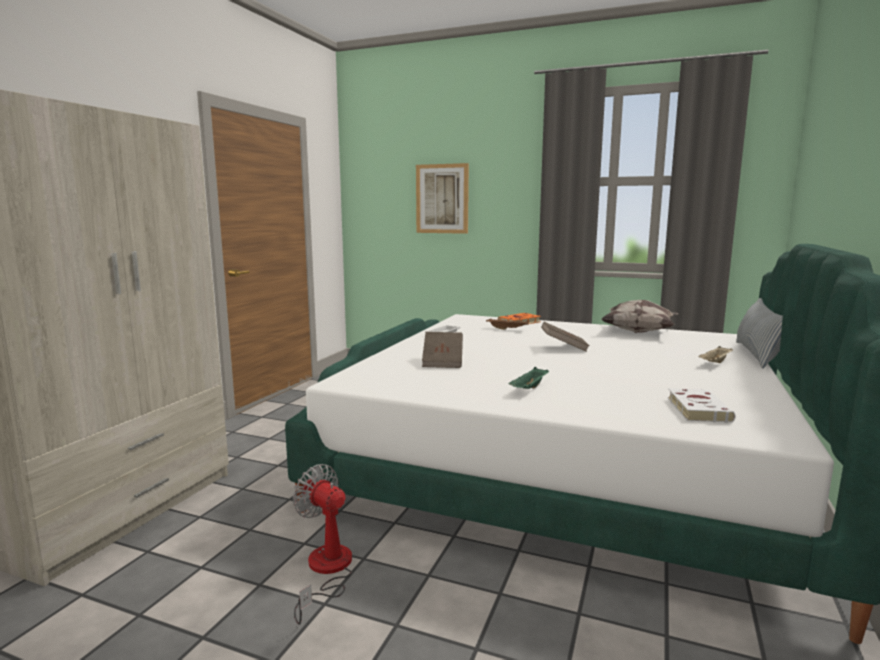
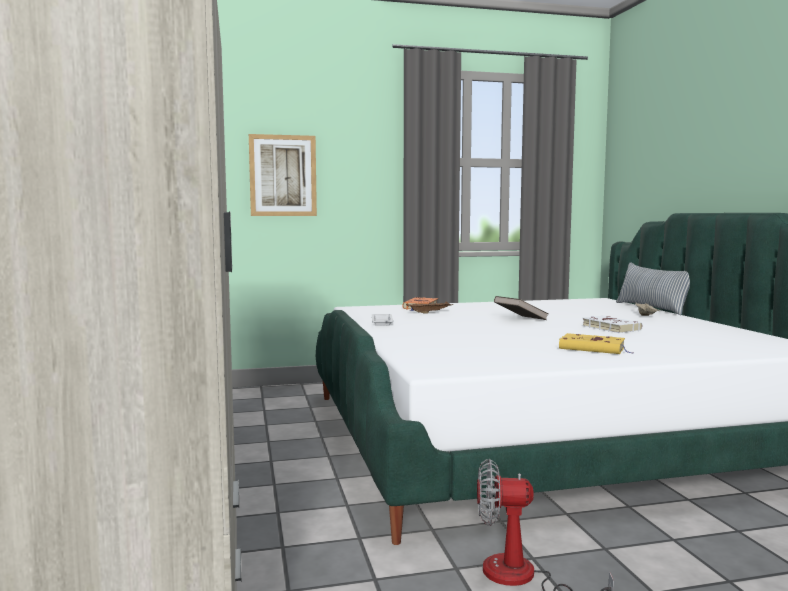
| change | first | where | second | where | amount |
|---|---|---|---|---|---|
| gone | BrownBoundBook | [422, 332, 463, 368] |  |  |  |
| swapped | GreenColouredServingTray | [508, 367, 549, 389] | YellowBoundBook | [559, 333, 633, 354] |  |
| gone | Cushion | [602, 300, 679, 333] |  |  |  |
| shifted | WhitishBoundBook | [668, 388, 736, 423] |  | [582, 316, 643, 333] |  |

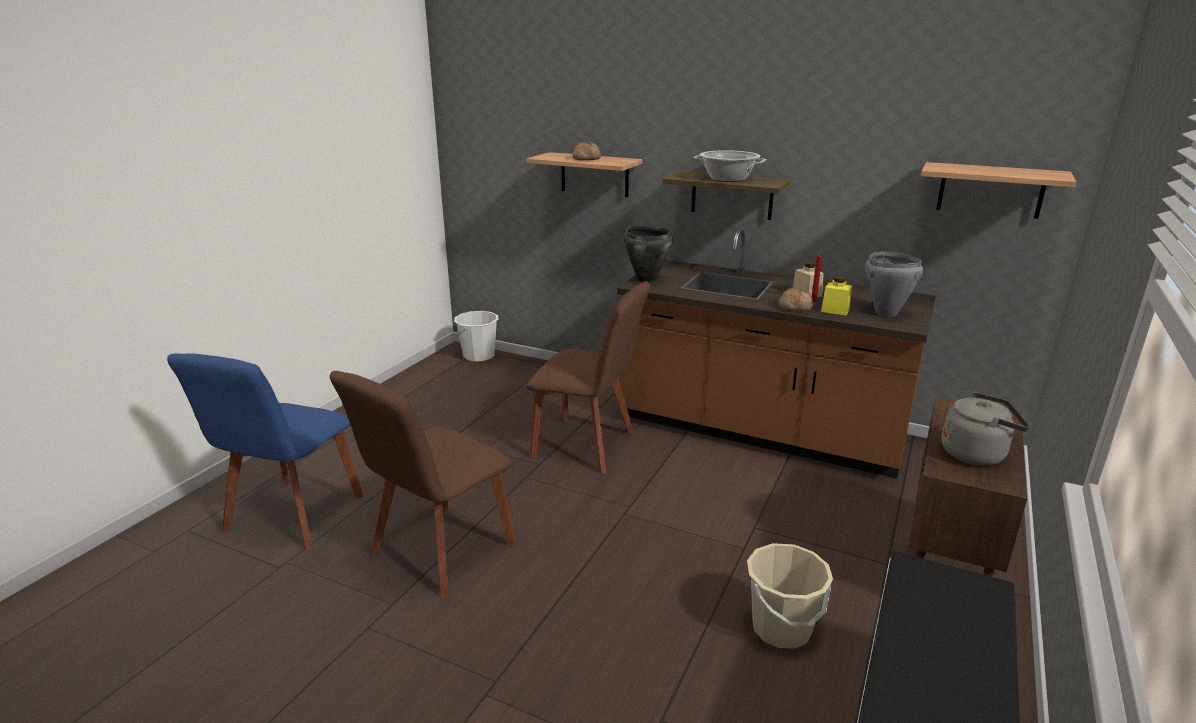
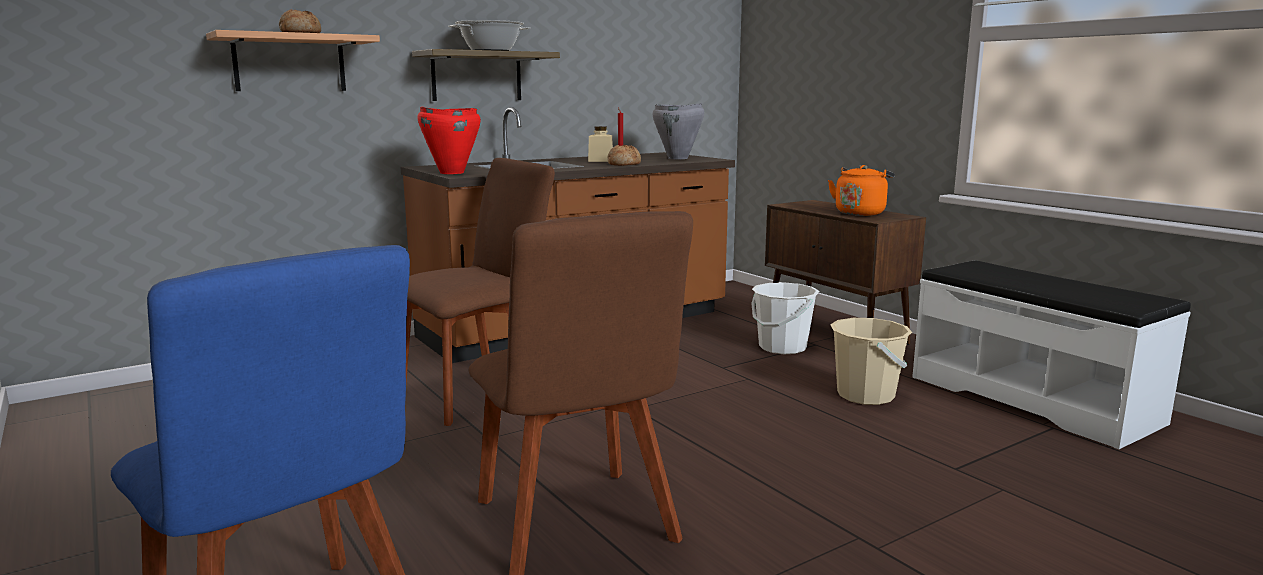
| change | first | where | second | where | amount |
|---|---|---|---|---|---|
| shifted | WhitishBucket | [454, 311, 498, 362] |  | [751, 282, 819, 354] |  |
| repainted | BlackishStockpot | [623, 225, 673, 282] | RedStockpot | [417, 107, 481, 174] |  |
| gone | YellowStorageJar | [821, 276, 852, 316] |  |  |  |
| gone | WallShelf | [921, 162, 1076, 219] |  |  |  |
| repainted | GreyTeaKettle | [941, 392, 1029, 466] | OrangeTeaKettle | [828, 165, 895, 216] |  |

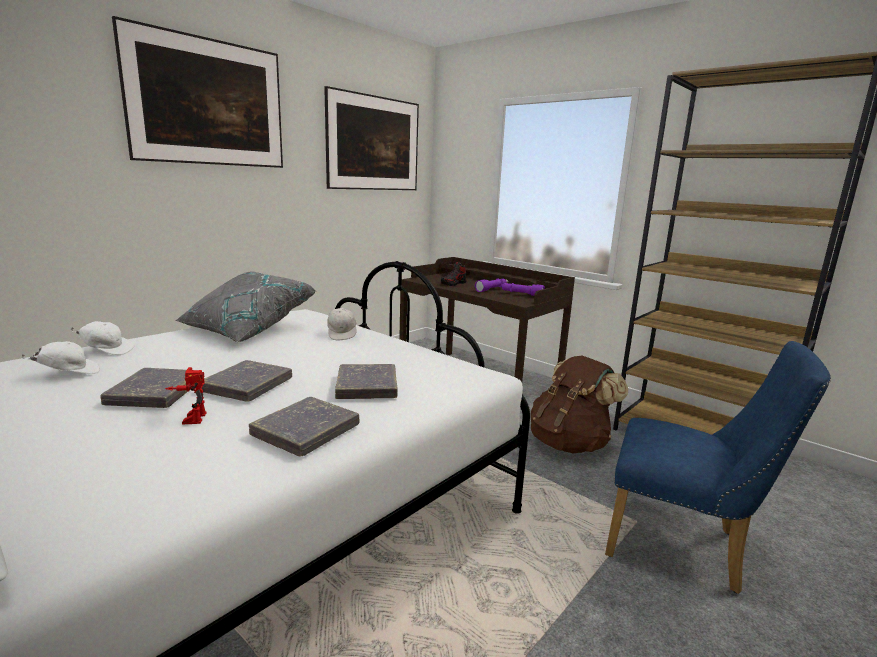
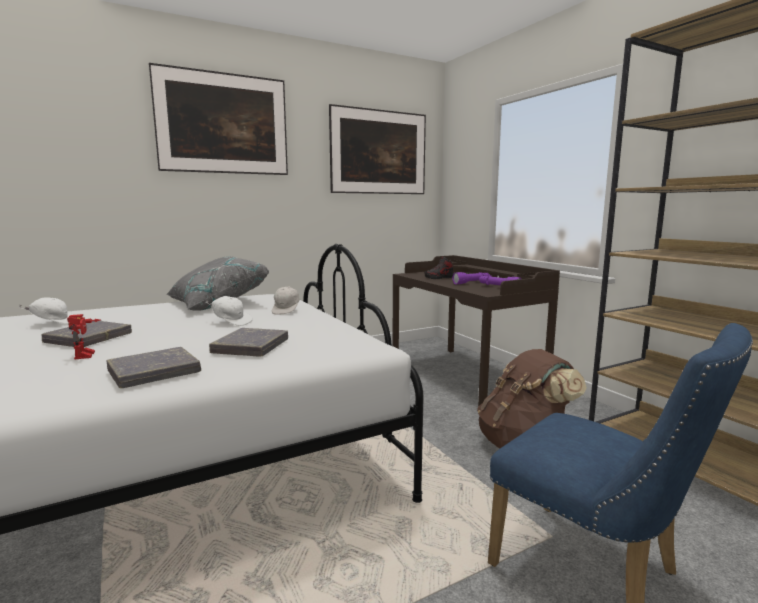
| change | first | where | second | where | amount |
|---|---|---|---|---|---|
| shifted | WhitishPeakedCap | [70, 321, 134, 355] |  | [206, 296, 253, 326] |  |
| rotated | ModelRobot | [165, 367, 207, 425] |  | [67, 314, 101, 359] | 150 degrees clockwise |
| gone | GreyBoundBook | [201, 360, 292, 402] |  |  |  |

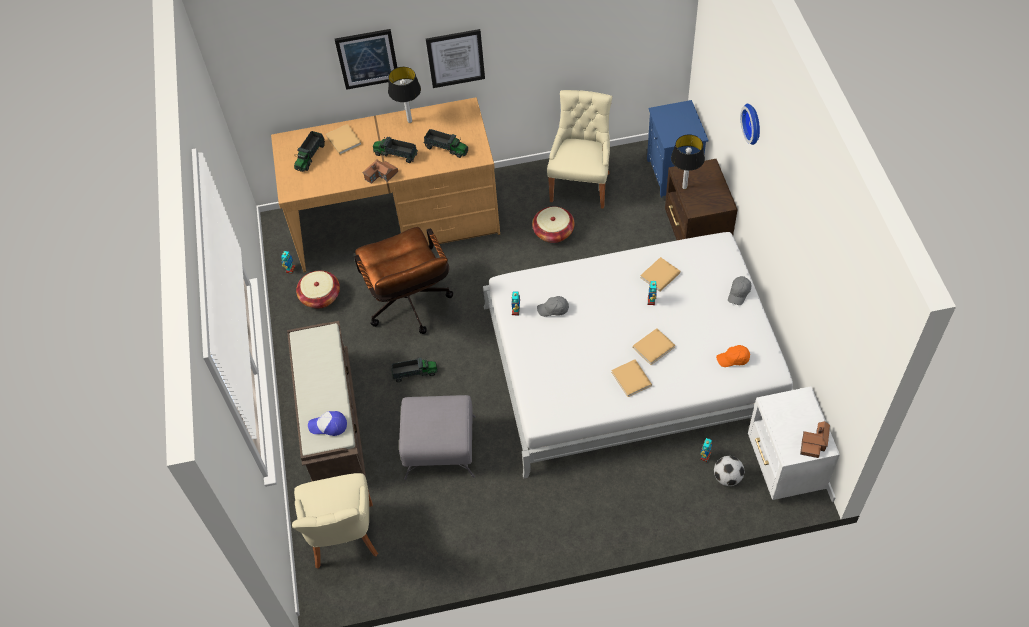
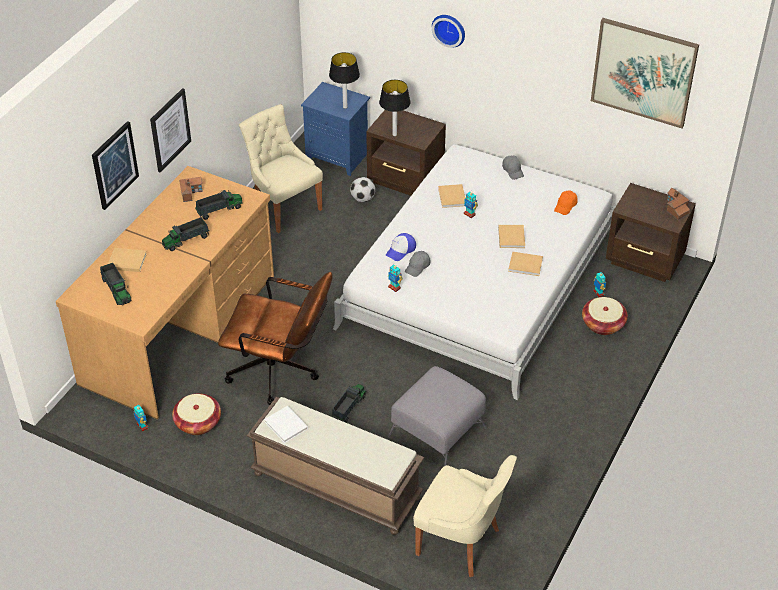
| change | first | where | second | where | amount |
|---|---|---|---|---|---|
| shifted | PeakedCap | [308, 411, 347, 436] |  | [386, 233, 416, 261] |  |
| shifted | ToyHouse | [362, 160, 398, 184] |  | [179, 177, 203, 202] |  |
| shifted | TabletopLamp | [388, 67, 421, 123] |  | [329, 52, 360, 109] |  |
| shifted | Basket | [532, 207, 575, 243] |  | [582, 297, 628, 335] |  |
| shifted | Football | [714, 456, 745, 486] |  | [350, 177, 375, 202] |  |
| repainted | WhitishNightTable | [748, 386, 840, 500] | BrownNightTable | [606, 183, 696, 282] |  |
| new |  |  | WhitishBoundBook | [264, 406, 308, 443] |  |
| new |  |  | Picture | [591, 18, 699, 128] |  |

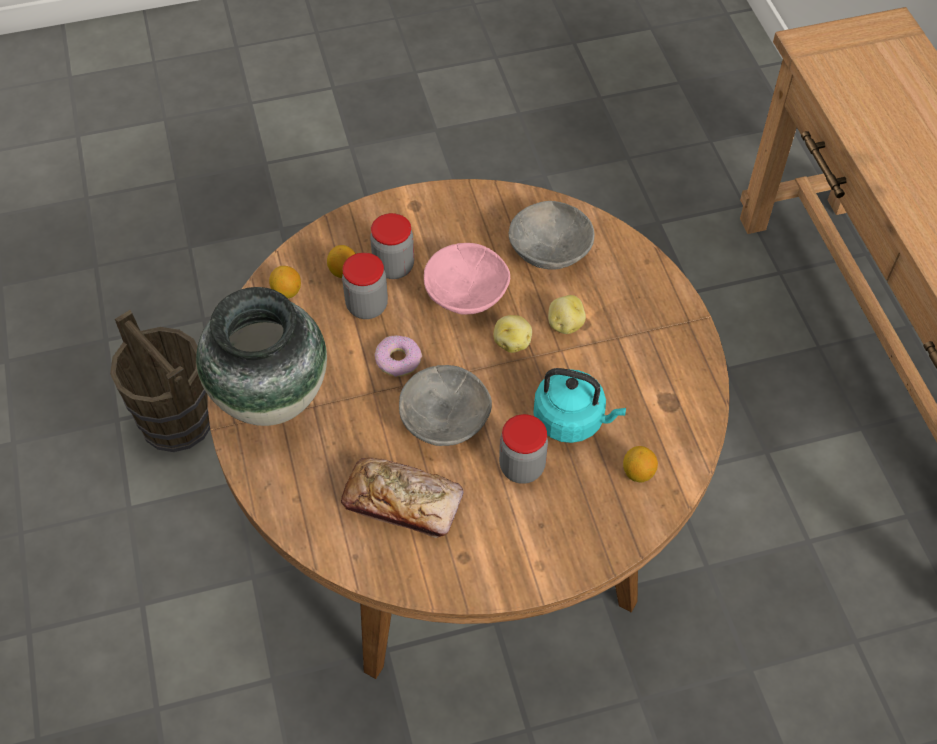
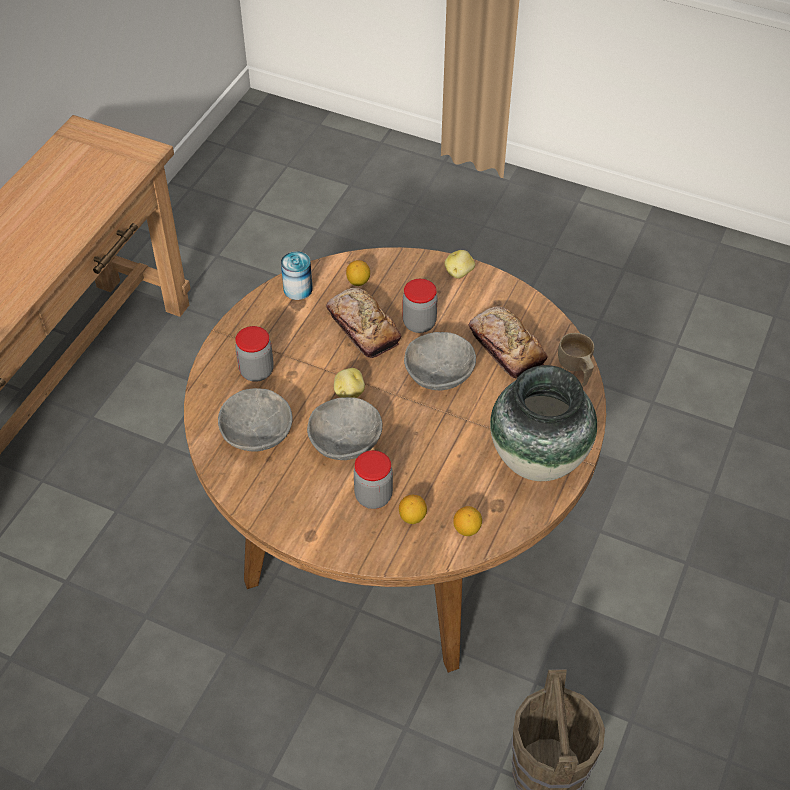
| change | first | where | second | where | amount |
|---|---|---|---|---|---|
| shifted | StorageJar | [342, 253, 388, 319] |  | [235, 326, 274, 382] |  |
| gone | Donut | [374, 335, 422, 377] |  |  |  |
| repainted | PinkDeepDish | [424, 243, 510, 315] | GreyDeepDish | [307, 397, 382, 460] |  |
| swapped | TurquoiseColouredTeaKettle | [533, 368, 626, 443] | Bread | [326, 288, 401, 358] |  |
| shifted | Potato | [548, 295, 586, 334] |  | [445, 250, 475, 278] |  |
| new |  |  | MetalCan | [281, 251, 313, 300] |  |
| new |  |  | SandColouredCup | [558, 333, 594, 387] |  |

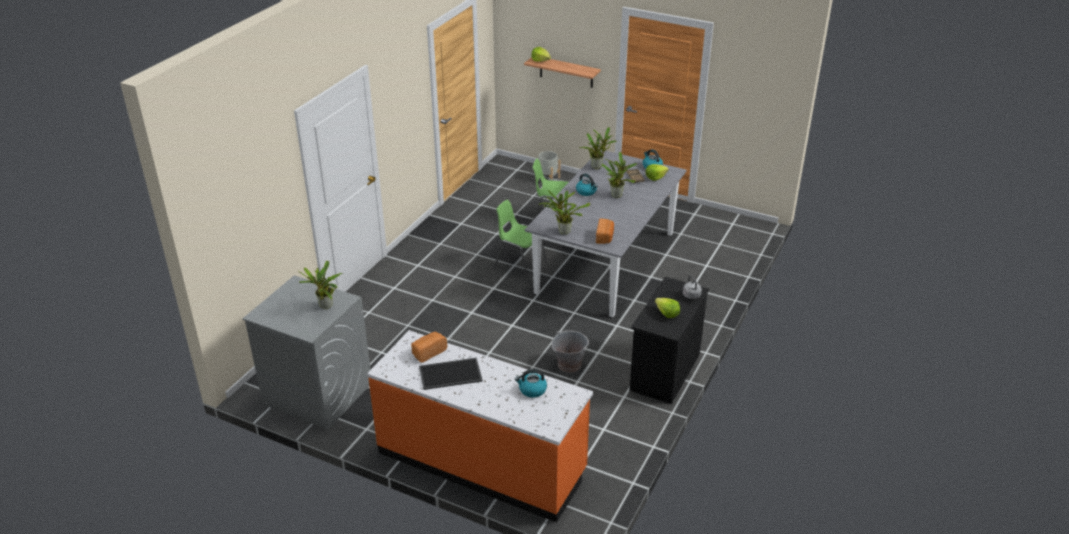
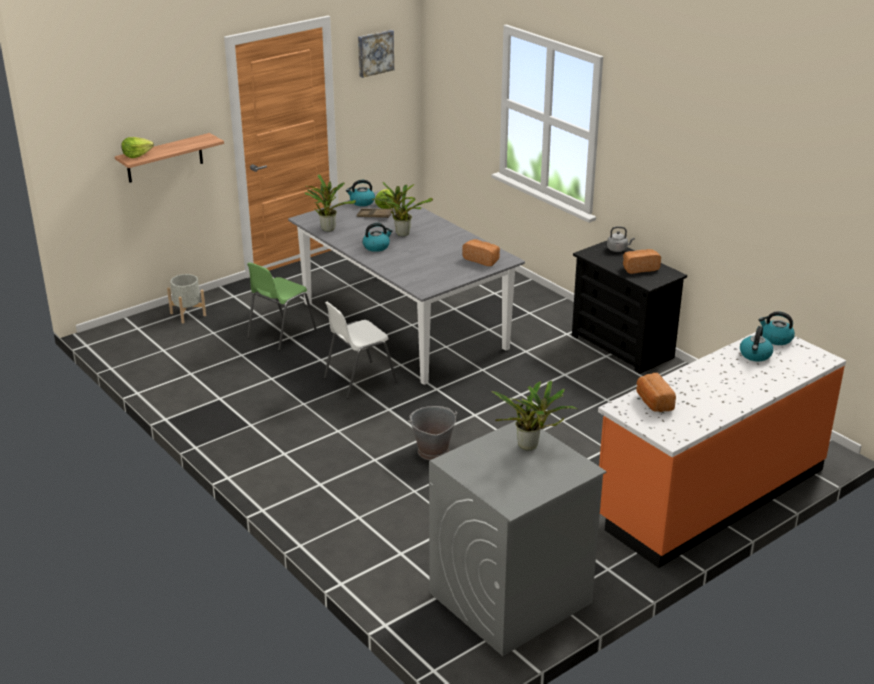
| change | first | where | second | where | amount |
|---|---|---|---|---|---|
| gone | ServingTray | [419, 358, 483, 390] |  |  |  |
| repainted | GreenColouredPlainChair | [494, 200, 547, 282] | WhitishPlainChair | [324, 301, 398, 399] |  |
| gone | Houseplant | [538, 190, 590, 235] |  |  |  |
| shifted | GreyBucket | [552, 330, 589, 373] |  | [408, 406, 457, 460] |  |
| swapped | HeadOfLettuce | [655, 298, 680, 318] | Bread | [623, 249, 661, 274] |  |
| new |  |  | Picture | [358, 30, 394, 78] |  |
| new |  |  | TeaKettle | [759, 311, 795, 345] |  |

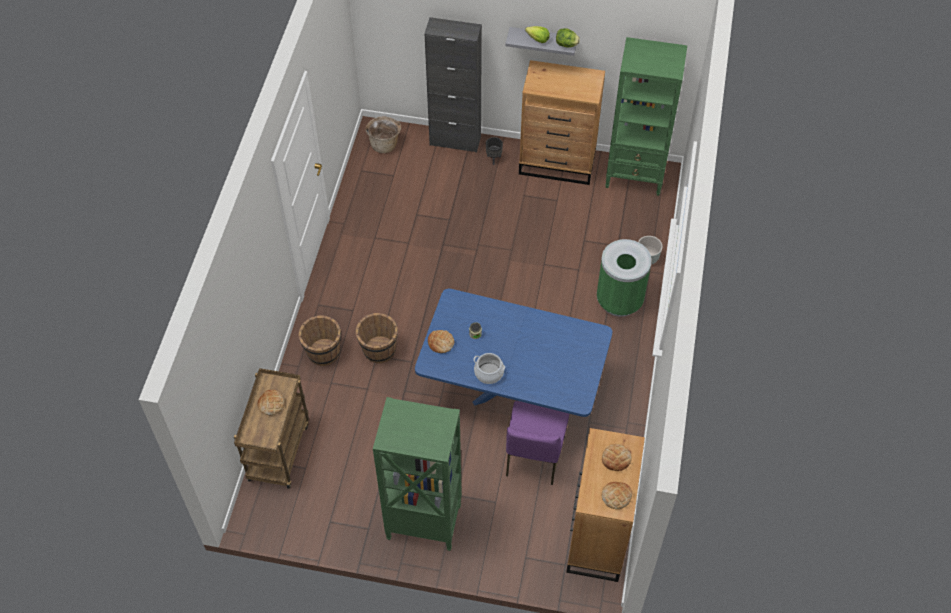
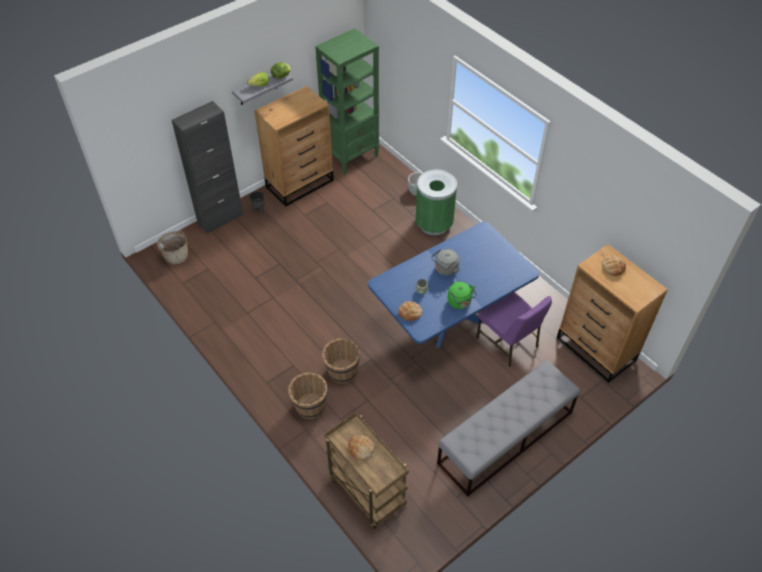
| change | first | where | second | where | amount |
|---|---|---|---|---|---|
| swapped | GreenColouredBookcase | [373, 397, 462, 551] | GreyBench | [437, 360, 580, 496] |  |
| swapped | Stockpot | [473, 353, 505, 384] | GreenColouredTeaKettle | [447, 282, 477, 309] |  |
| gone | Bread | [602, 482, 632, 509] |  |  |  |
| new |  |  | GreyTeaKettle | [431, 249, 460, 276] |  |

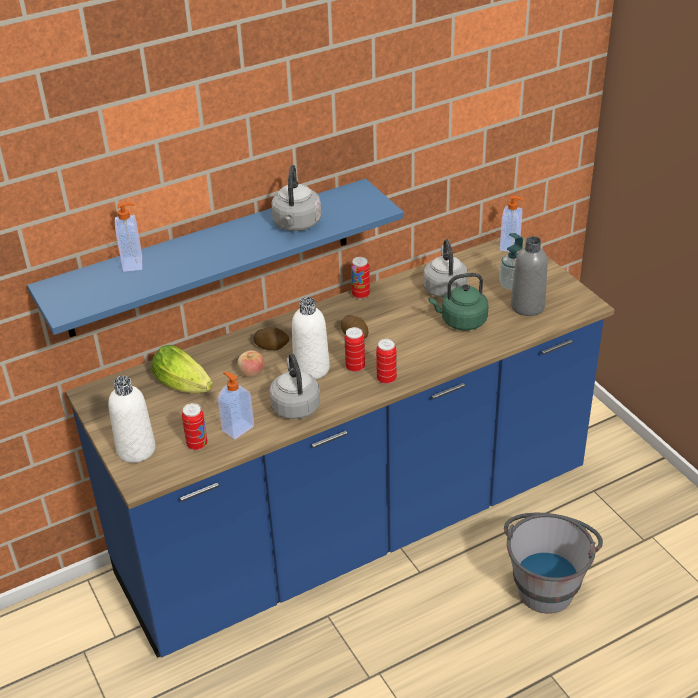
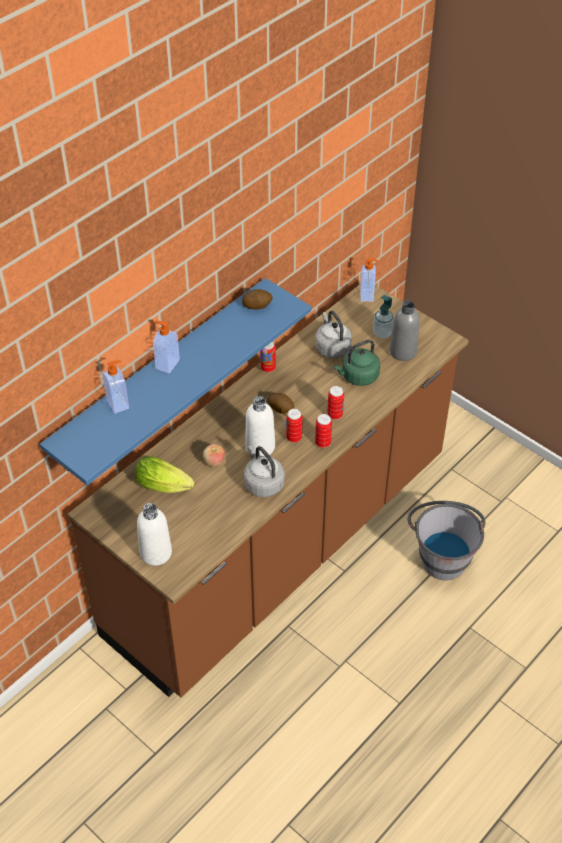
| change | first | where | second | where | amount |
|---|---|---|---|---|---|
| repainted | BlueColouredKitchenBaseUnit | [65, 235, 614, 658] | BrownKitchenBaseUnit | [68, 284, 469, 697] |  |
| shifted | MetalCan | [182, 403, 208, 450] |  | [327, 386, 344, 420] |  |
| shifted | SoapBottle | [218, 372, 254, 439] |  | [153, 321, 180, 373] |  |
| shifted | Potato | [254, 327, 289, 351] |  | [242, 289, 273, 309] |  |
| gone | GreyTeaKettle | [271, 165, 321, 231] |  |  |  |

